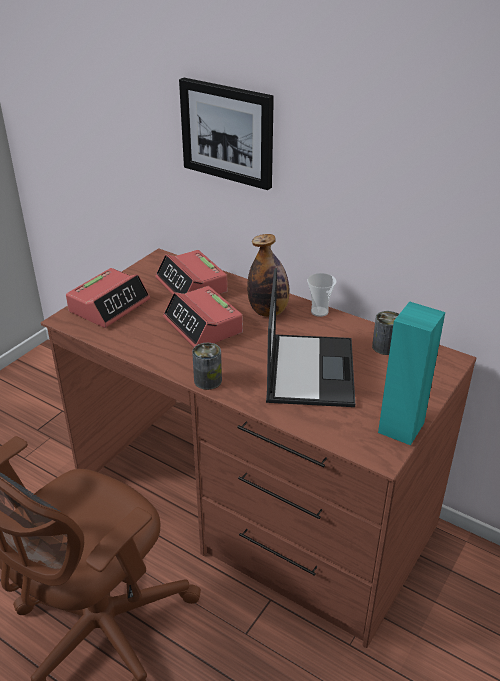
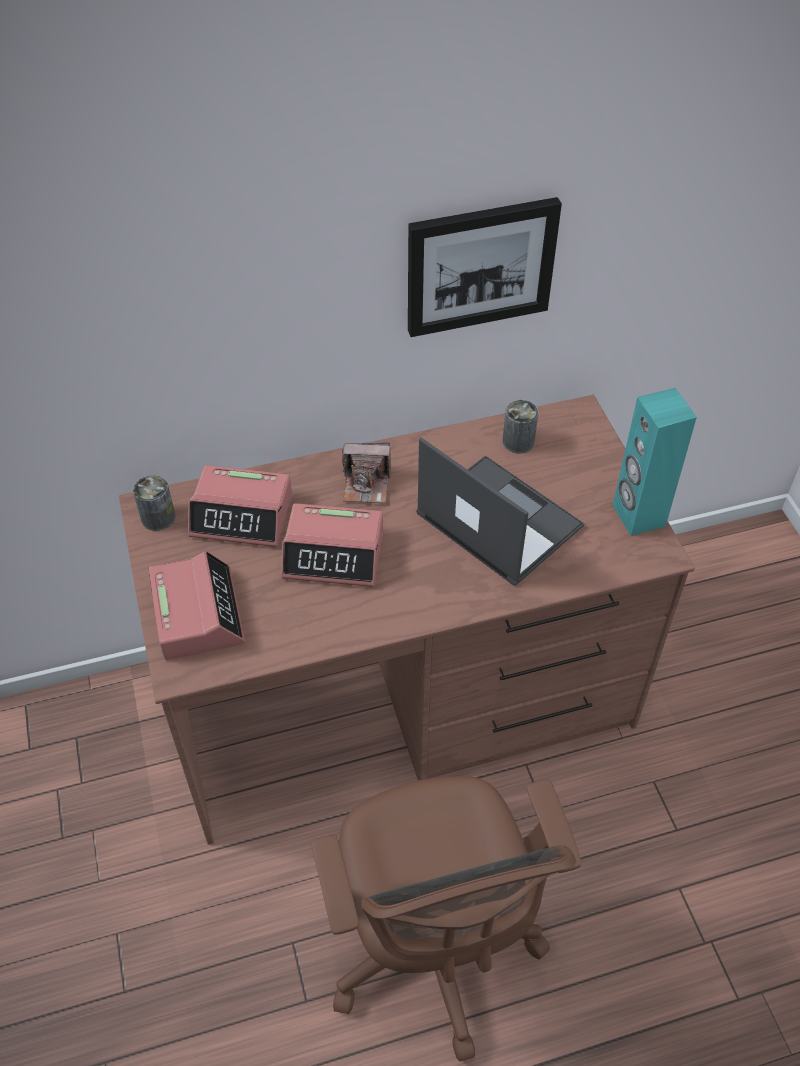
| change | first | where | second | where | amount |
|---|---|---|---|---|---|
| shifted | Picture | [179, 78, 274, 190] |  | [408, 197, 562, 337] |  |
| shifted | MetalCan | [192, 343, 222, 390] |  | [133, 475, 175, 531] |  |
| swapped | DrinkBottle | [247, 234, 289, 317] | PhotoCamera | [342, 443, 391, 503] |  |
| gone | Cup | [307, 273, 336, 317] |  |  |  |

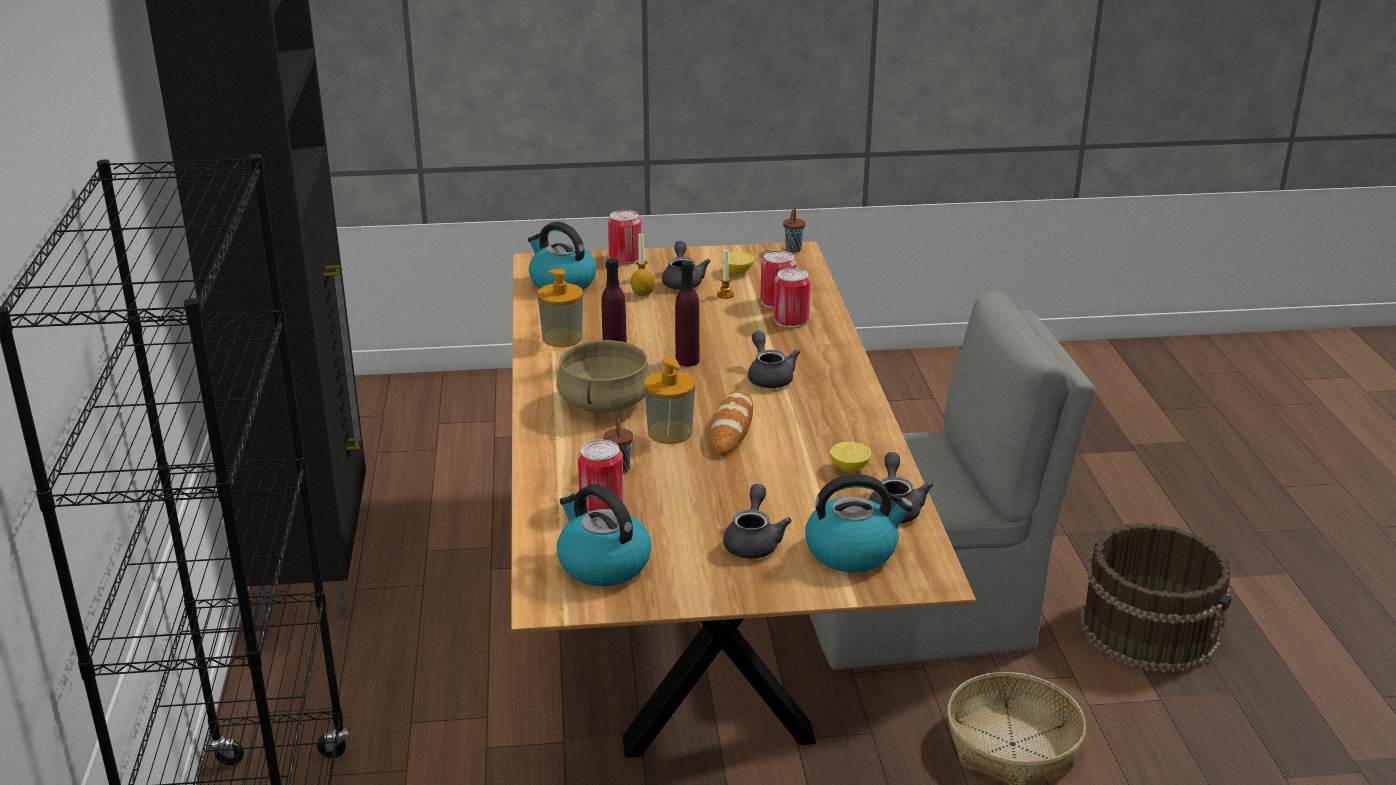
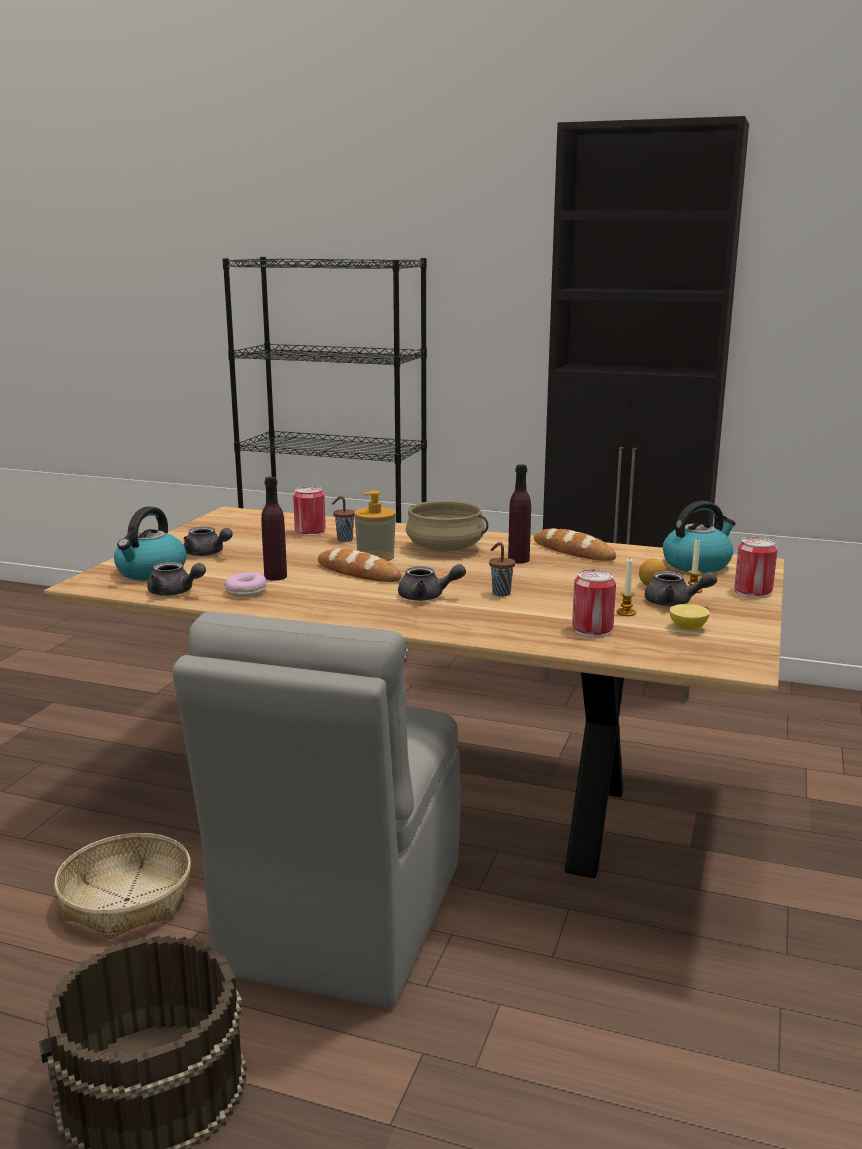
| change | first | where | second | where | amount |
|---|---|---|---|---|---|
| swapped | SoapBottle | [537, 269, 583, 347] | Bread | [534, 528, 616, 561] |  |
| gone | TeaKettle | [557, 484, 651, 586] |  |  |  |
| shifted | PurpleColouredDrinkBottle | [675, 261, 699, 367] |  | [261, 477, 287, 581] |  |
| gone | MetalCan | [774, 268, 811, 328] |  |  |  |
| shifted | BrownCup | [783, 208, 806, 253] |  | [489, 542, 515, 596] |  |
| swapped | CitrusFruit | [830, 442, 871, 472] | Donut | [224, 572, 267, 597] |  |

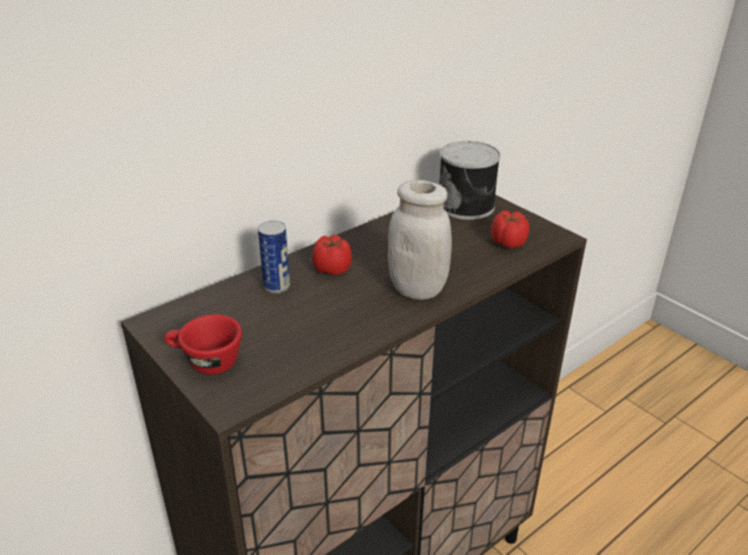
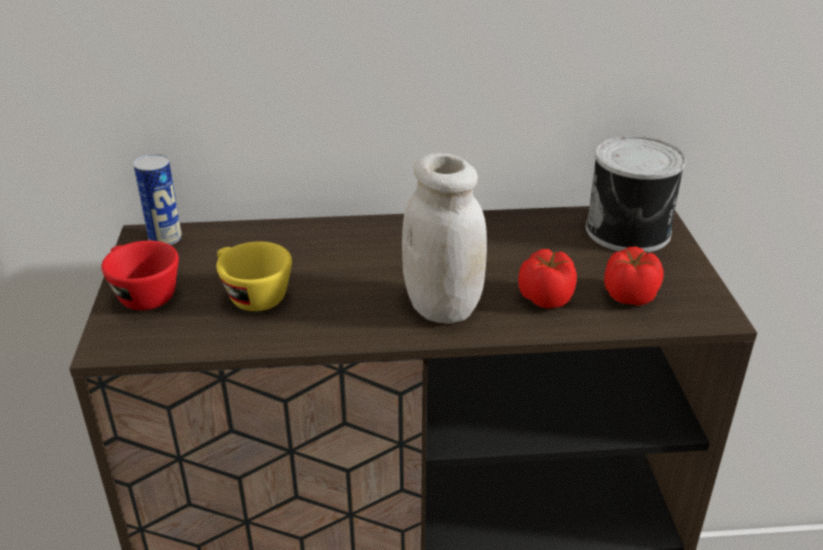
| change | first | where | second | where | amount |
|---|---|---|---|---|---|
| shifted | MetalCan | [258, 220, 290, 294] |  | [133, 154, 182, 245] |  |
| shifted | FreshTomato | [312, 234, 352, 275] |  | [518, 249, 577, 309] |  |
| new |  |  | YellowCup | [216, 241, 292, 311] |  |

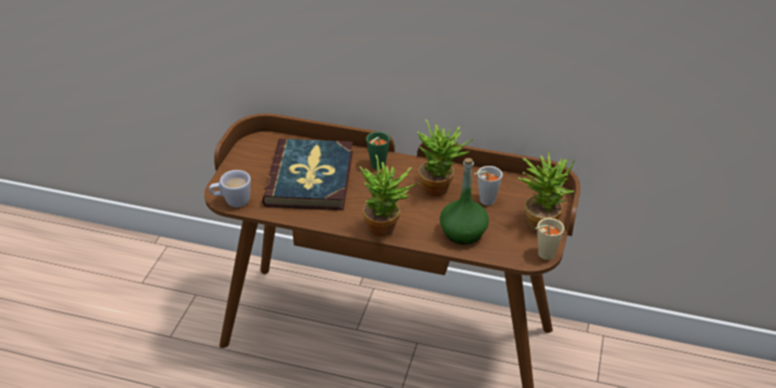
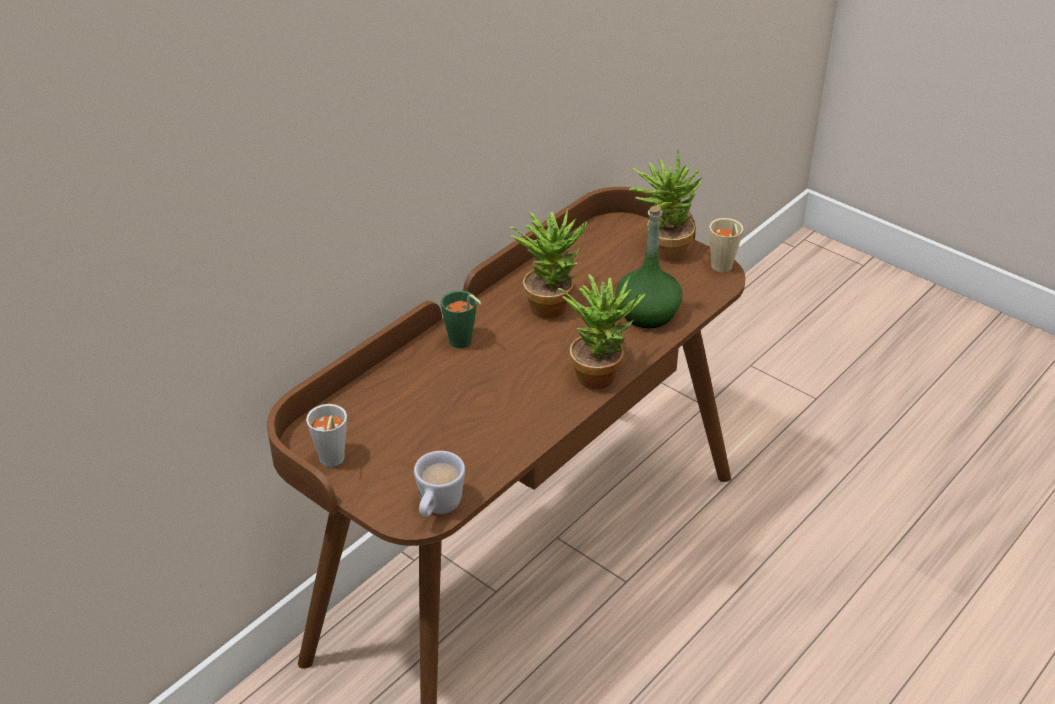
| change | first | where | second | where | amount |
|---|---|---|---|---|---|
| gone | BoundBook | [262, 139, 353, 210] |  |  |  |
| shifted | GreyCup | [474, 166, 502, 205] |  | [306, 404, 347, 467] |  |

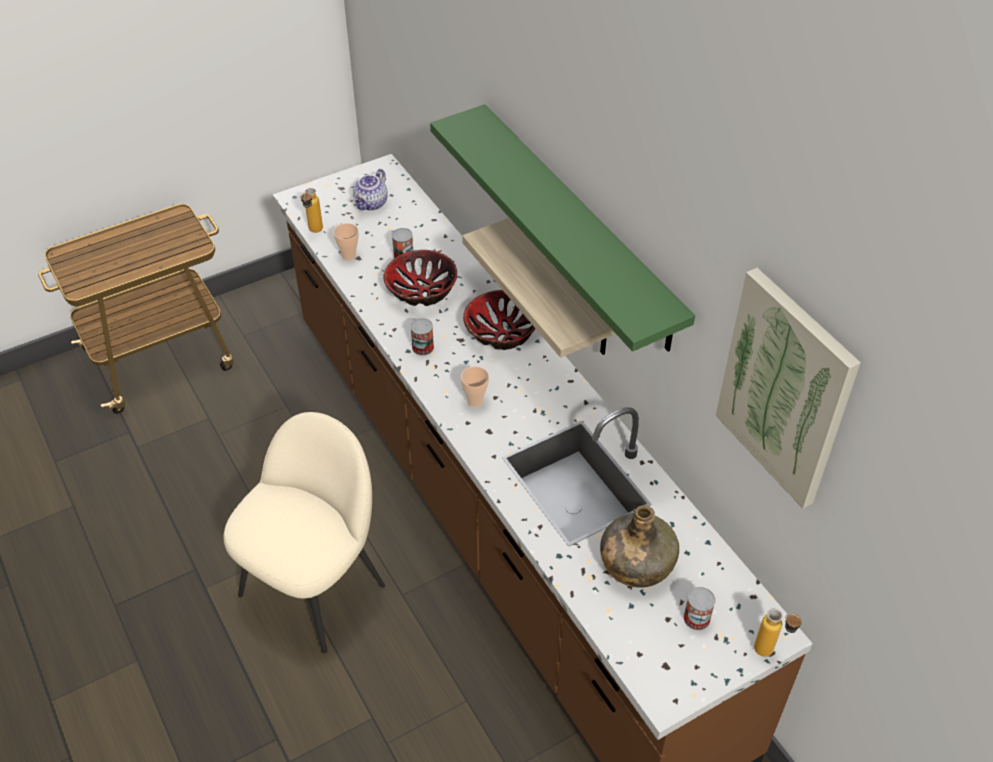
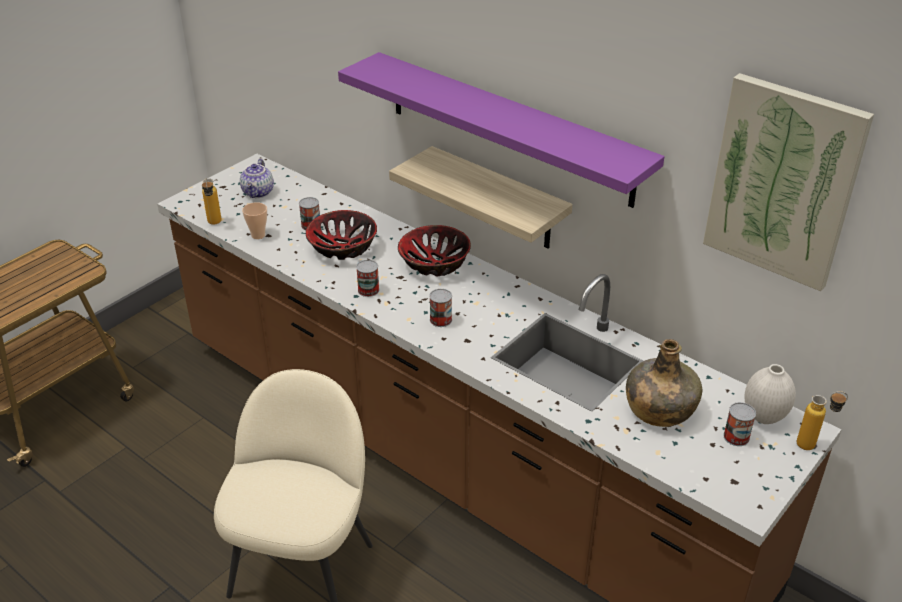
| change | first | where | second | where | amount |
|---|---|---|---|---|---|
| repainted | GreenColouredWallShelf | [430, 104, 695, 352] | PurpleColouredWallShelf | [338, 52, 665, 208] |  |
| swapped | Cup | [461, 366, 489, 407] | MetalCan | [429, 289, 452, 327] |  |
| new |  |  | WhitishDecorativeVase | [745, 364, 796, 424] |  |

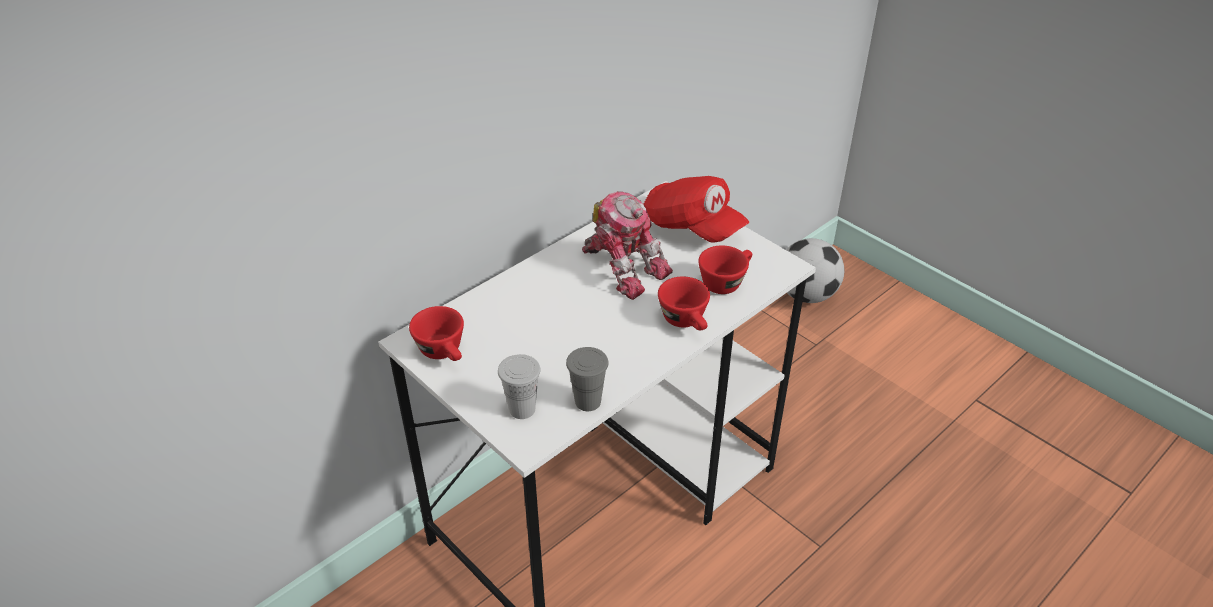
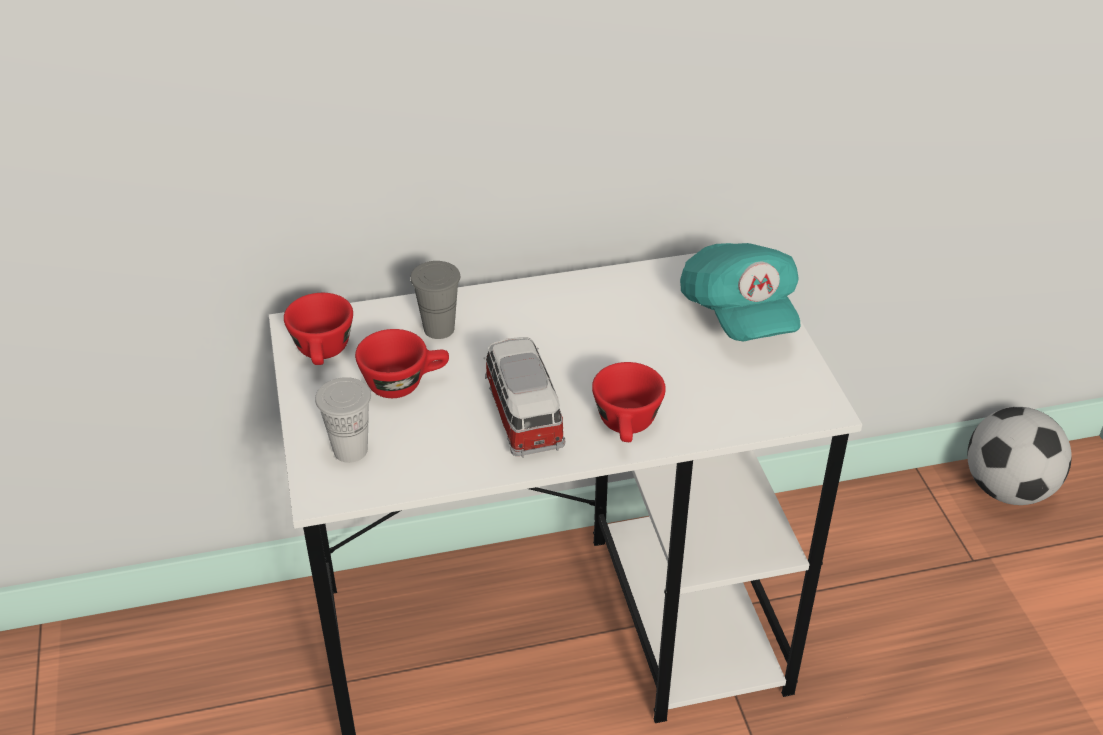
| change | first | where | second | where | amount |
|---|---|---|---|---|---|
| shifted | GreyCup | [566, 347, 609, 411] |  | [410, 261, 460, 339] |  |
| gone | ModelRobot | [582, 191, 673, 300] |  |  |  |
| repainted | RedPeakedCap | [644, 176, 749, 243] | TurquoiseColouredPeakedCap | [680, 243, 801, 341] |  |
| shifted | RedCup | [698, 245, 752, 294] |  | [355, 329, 449, 398] |  |
| new |  |  | ModelCar | [483, 337, 565, 458] |  |

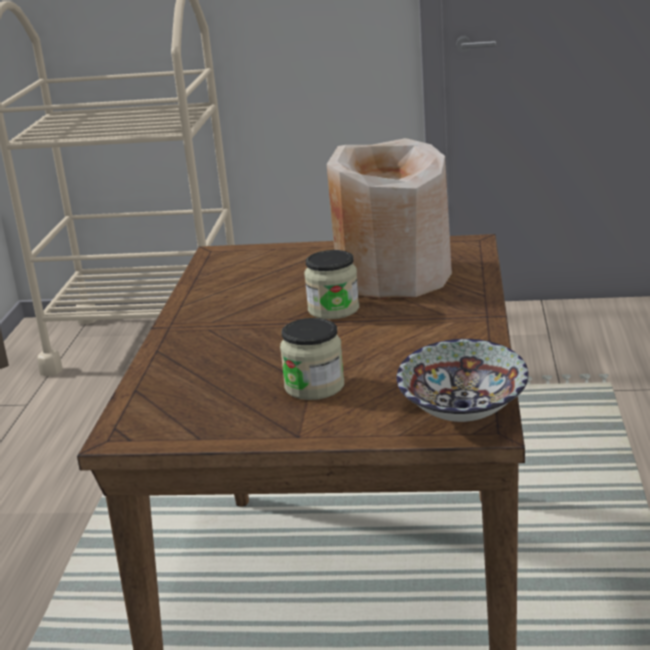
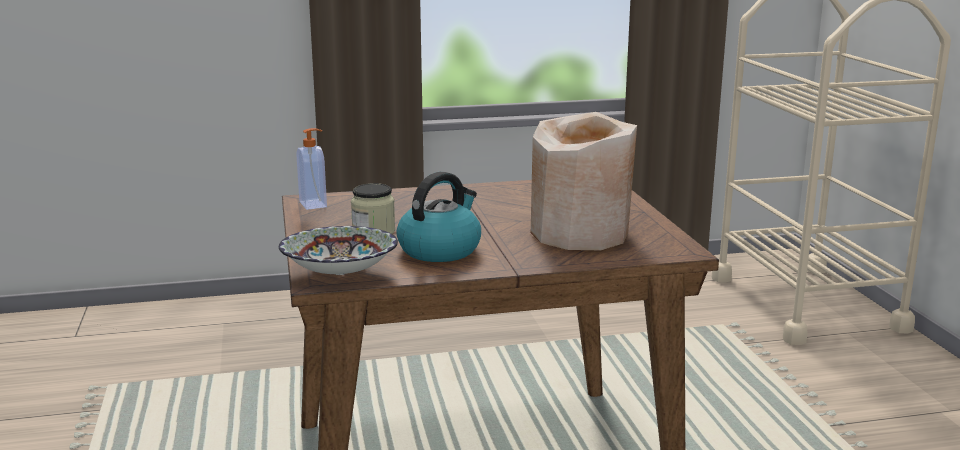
| change | first | where | second | where | amount |
|---|---|---|---|---|---|
| gone | StorageJar | [304, 250, 359, 319] |  |  |  |
| new |  |  | SoapBottle | [297, 128, 327, 210] |  |
| new |  |  | TeaKettle | [397, 172, 481, 262] |  |

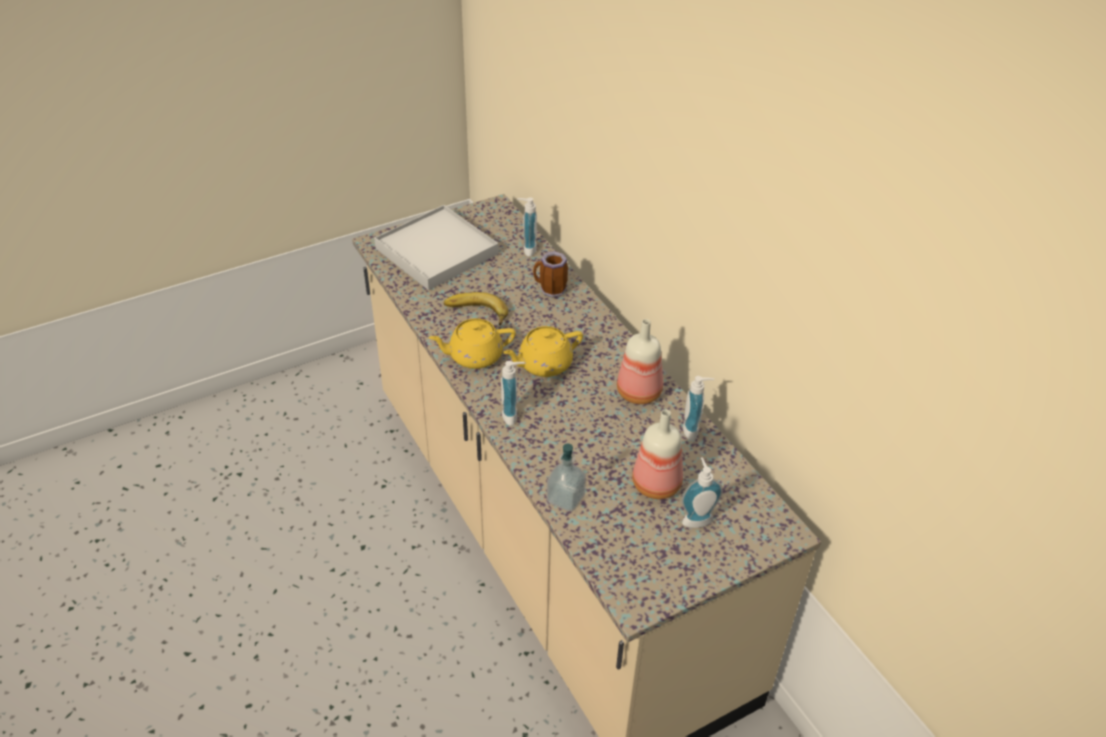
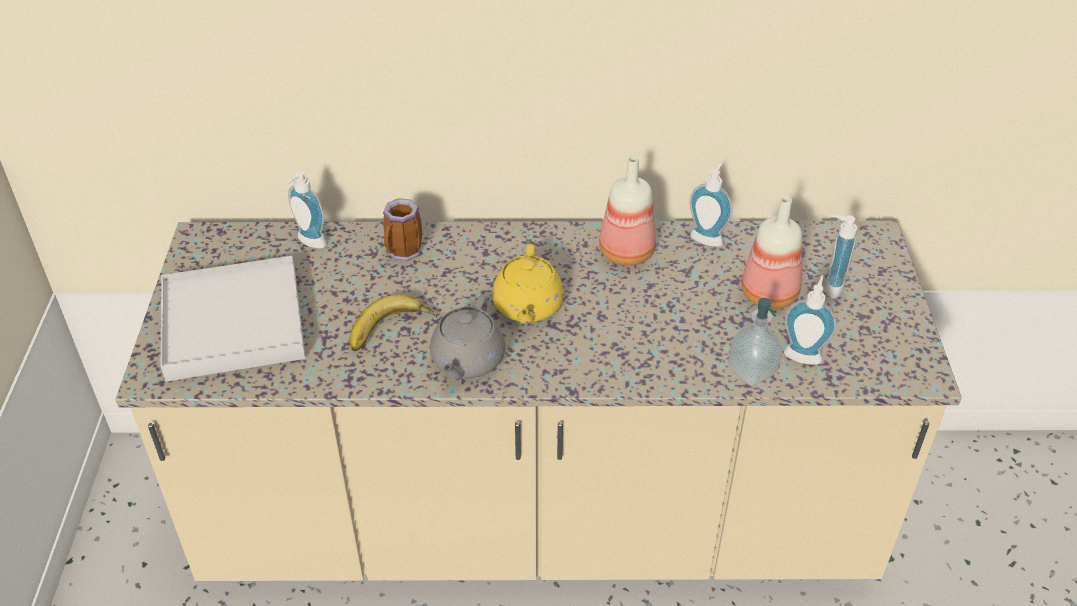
| change | first | where | second | where | amount |
|---|---|---|---|---|---|
| repainted | YellowTeapot | [429, 318, 516, 369] | GreyTeapot | [430, 295, 505, 379] |  |
| shifted | SoapBottle | [501, 361, 525, 426] |  | [784, 275, 837, 364] |  |

